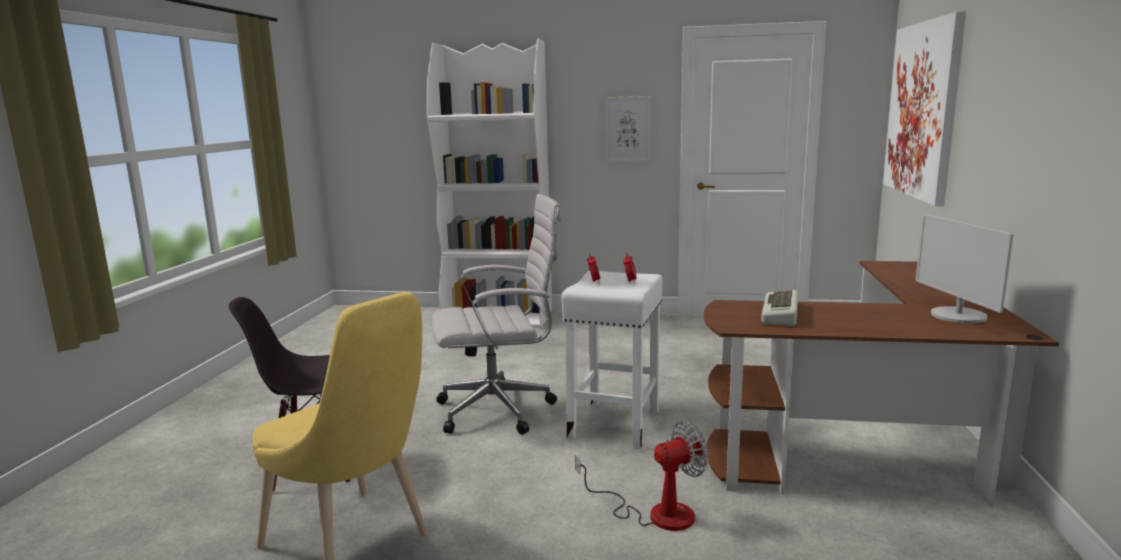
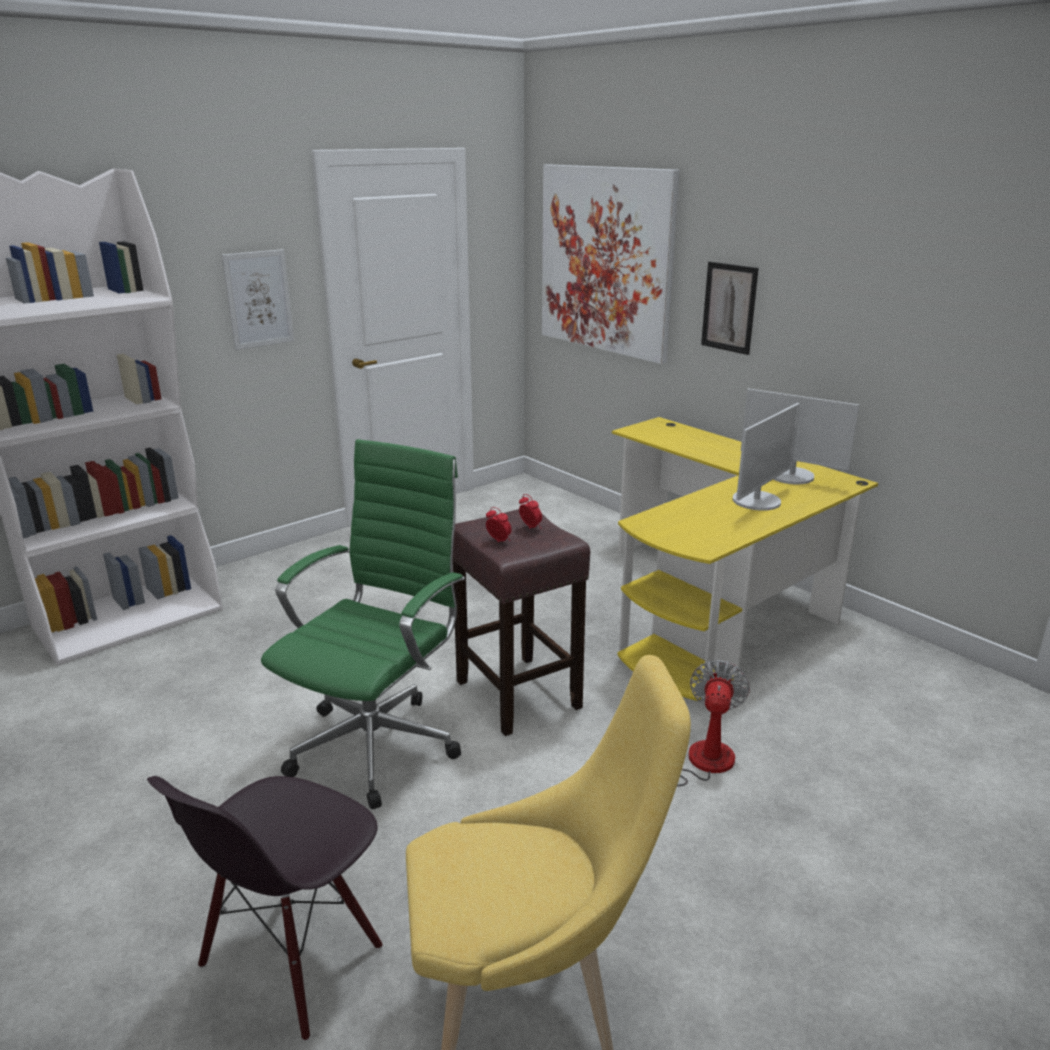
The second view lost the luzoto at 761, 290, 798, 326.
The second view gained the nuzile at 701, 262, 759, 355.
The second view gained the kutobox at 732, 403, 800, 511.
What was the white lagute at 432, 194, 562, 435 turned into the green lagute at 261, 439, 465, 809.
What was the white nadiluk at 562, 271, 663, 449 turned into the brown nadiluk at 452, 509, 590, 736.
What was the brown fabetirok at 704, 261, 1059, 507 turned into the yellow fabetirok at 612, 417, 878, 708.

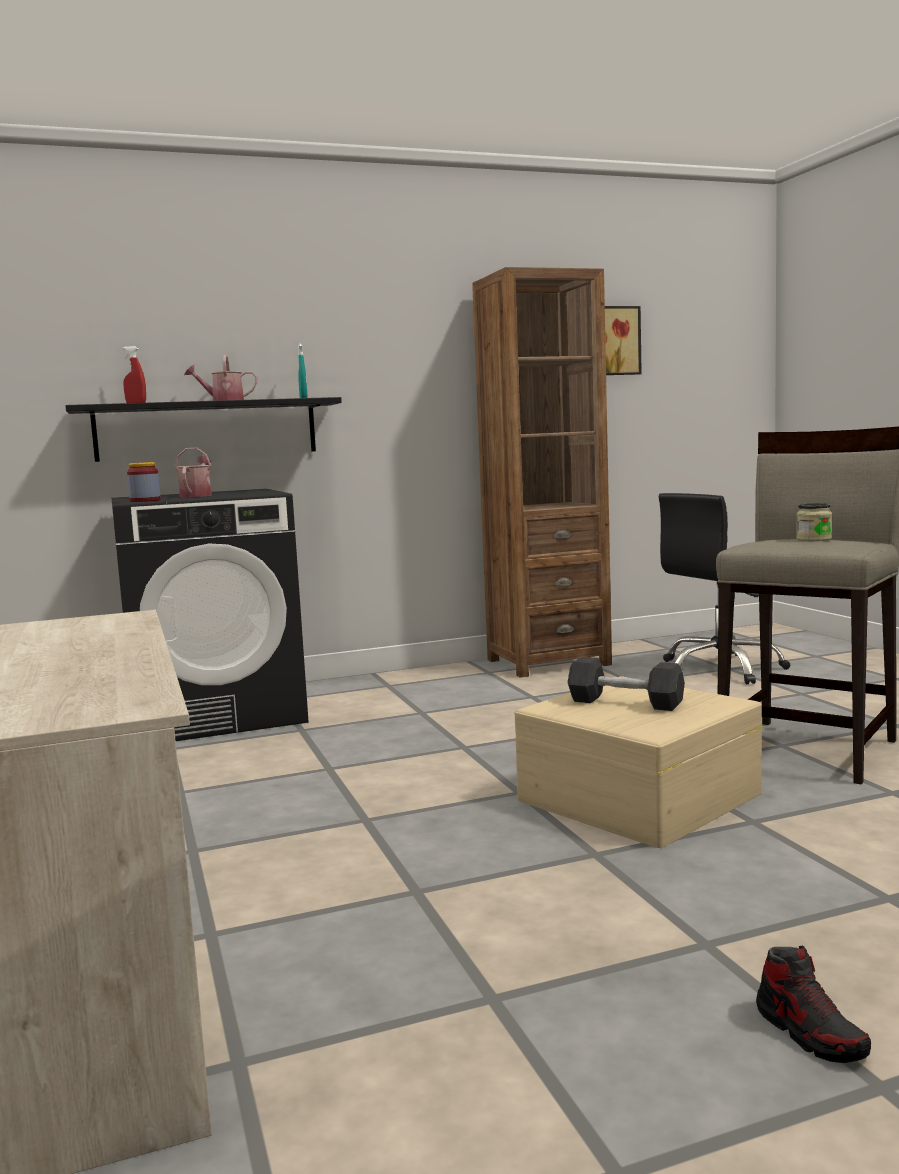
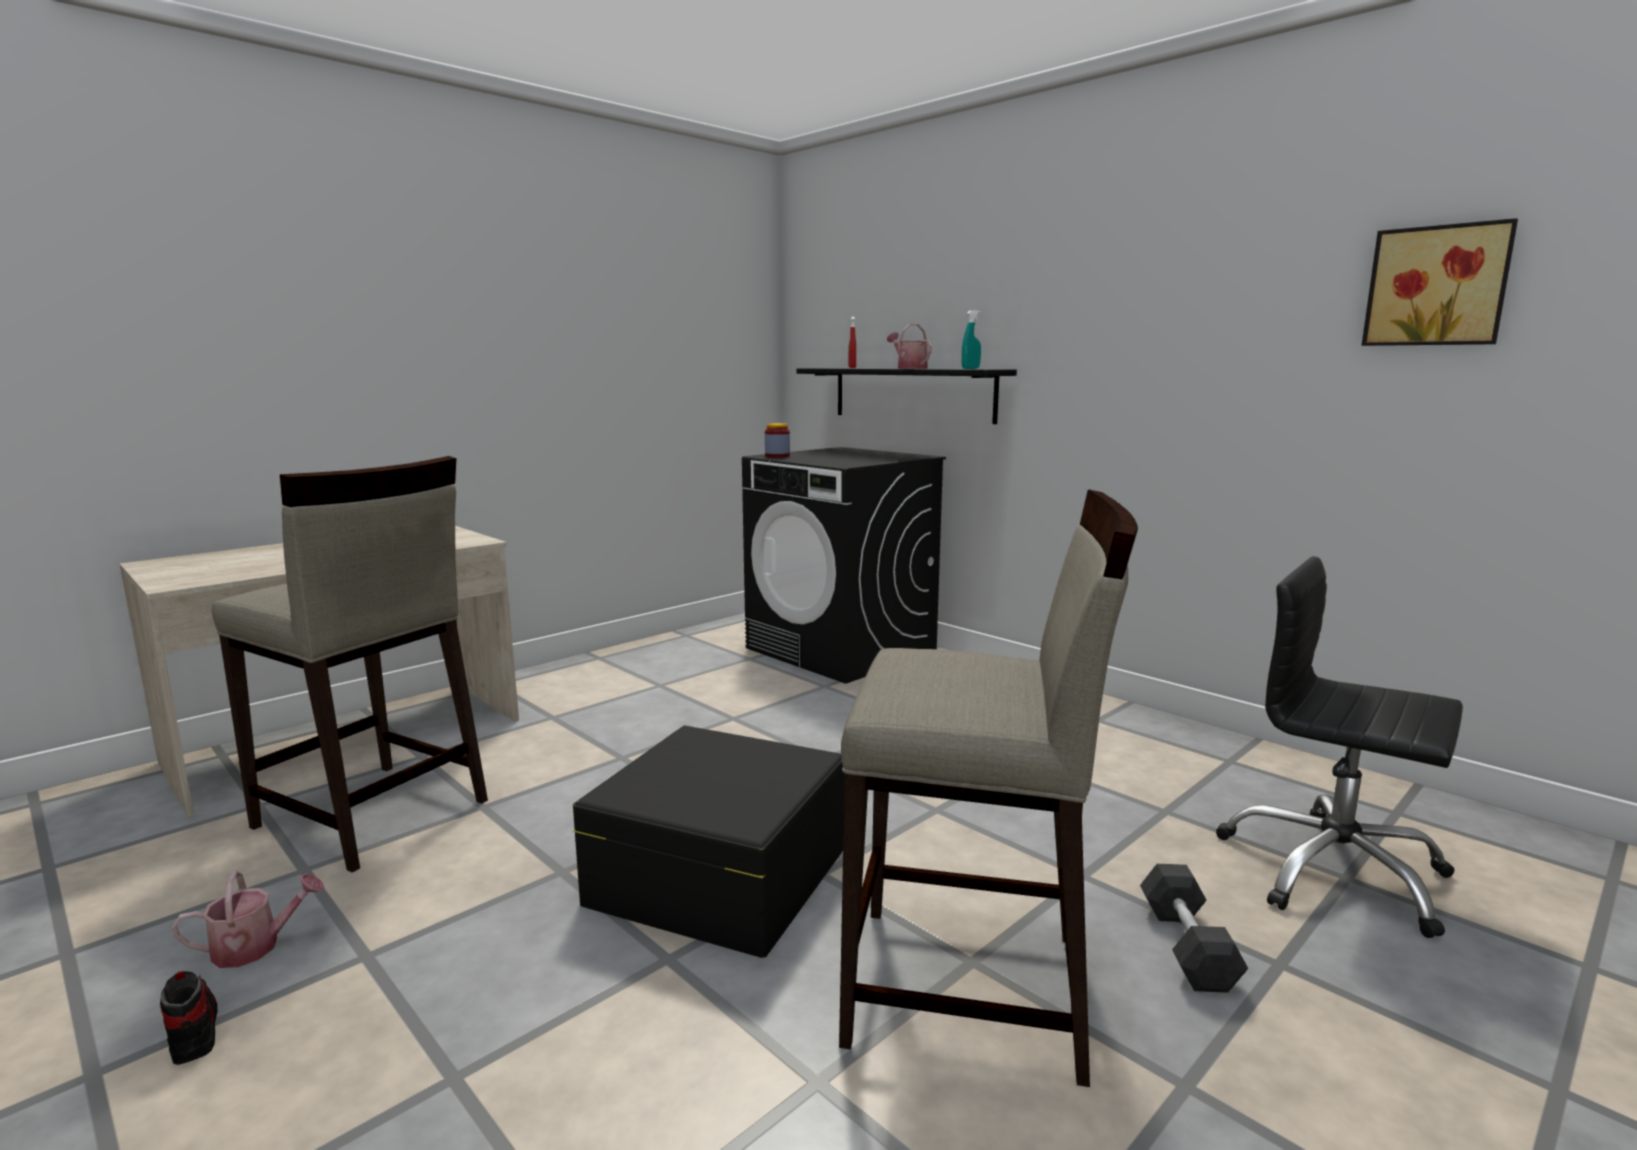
The second view lost the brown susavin at 472, 267, 612, 678.
The second view lost the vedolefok at 796, 503, 832, 541.
The second view gained the beige nadiluk at 212, 456, 488, 873.
The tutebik ended up elsewhere, having gone from 175, 448, 212, 497 to 172, 871, 325, 968.
The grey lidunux ended up elsewhere, having gone from 568, 657, 685, 711 to 1140, 864, 1248, 993.
What was the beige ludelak at 515, 676, 764, 848 turned into the black ludelak at 573, 725, 845, 958.
The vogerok at 756, 946, 871, 1063 ended up facing another way, 105 degrees clockwise from before.

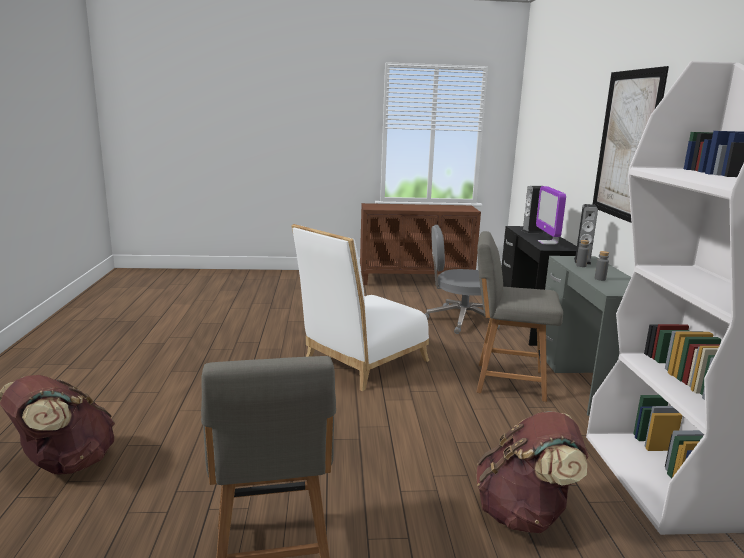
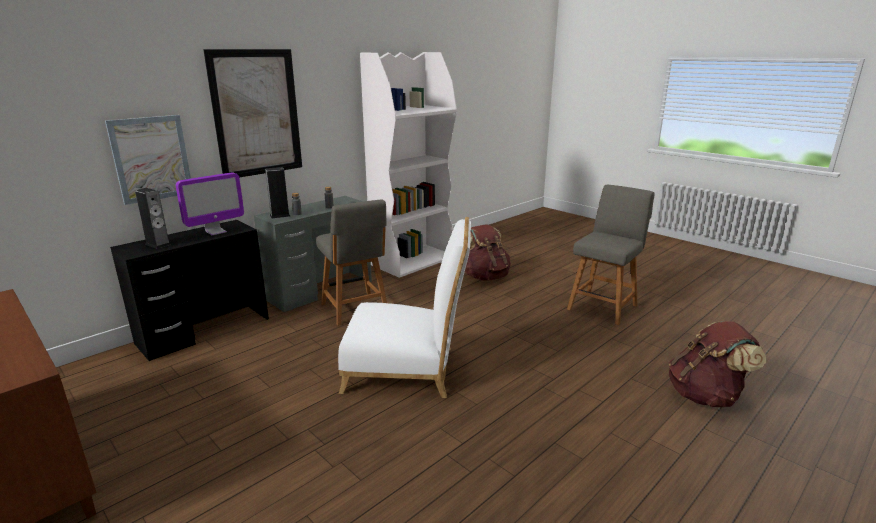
The second view lost the grey lagute at 425, 225, 500, 334.
The second view gained the nuzile at 105, 115, 191, 205.

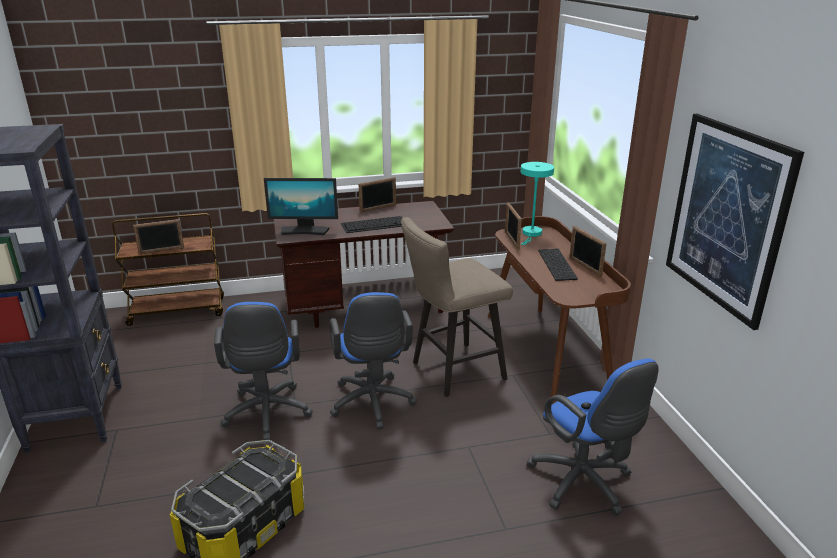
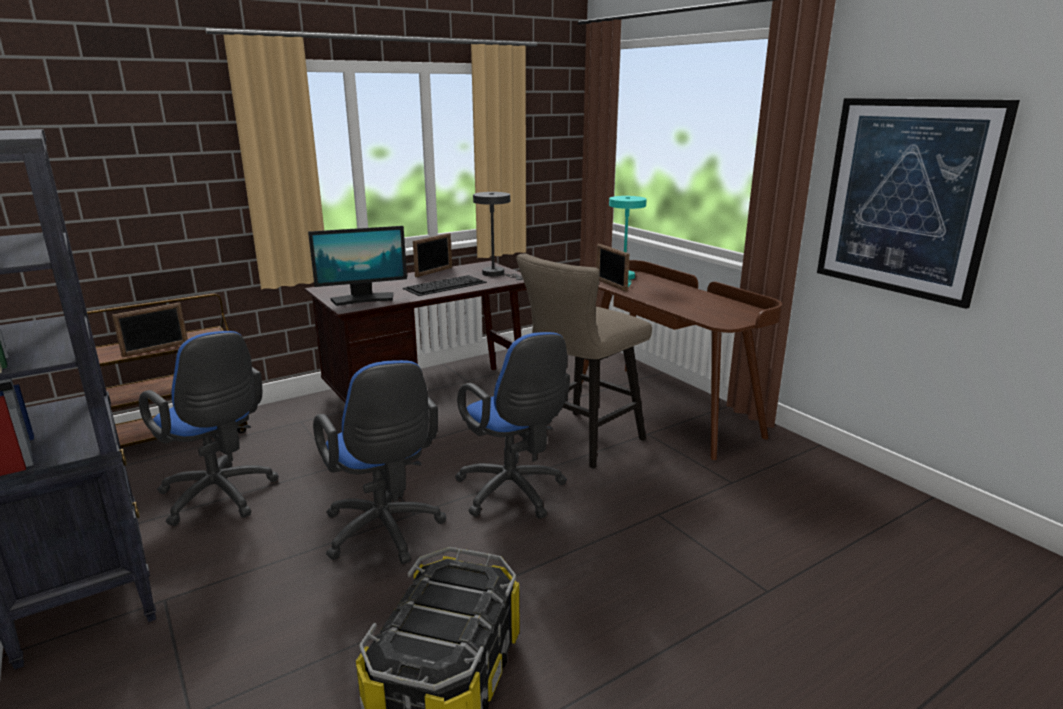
The second view lost the luzoto at 538, 248, 578, 281.
The second view lost the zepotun at 569, 226, 607, 277.
The second view gained the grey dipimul at 473, 192, 523, 280.
The blue lagute ended up elsewhere, having gone from 526, 359, 659, 516 to 139, 331, 279, 526.

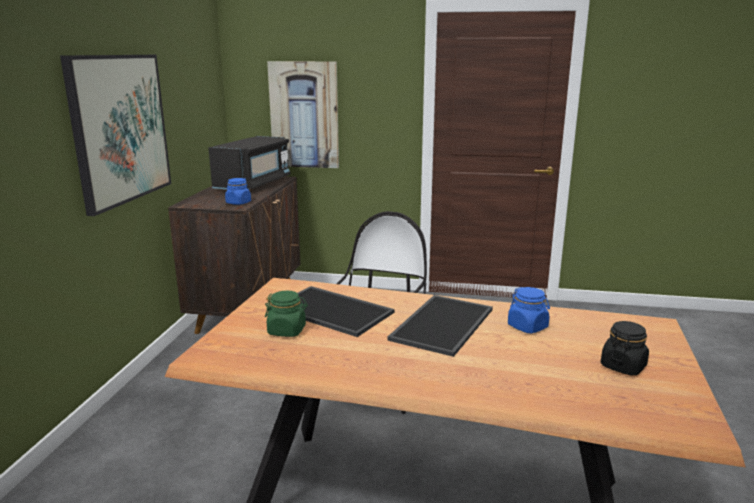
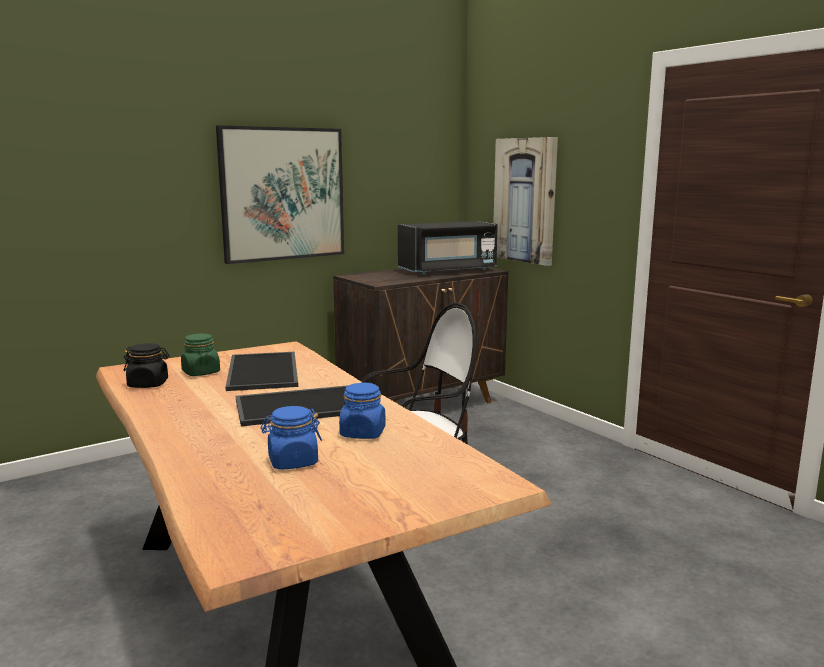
The blue vedolefok ended up elsewhere, having gone from 225, 178, 251, 205 to 260, 406, 322, 470.
The black vedolefok ended up elsewhere, having gone from 601, 321, 649, 376 to 124, 343, 169, 388.

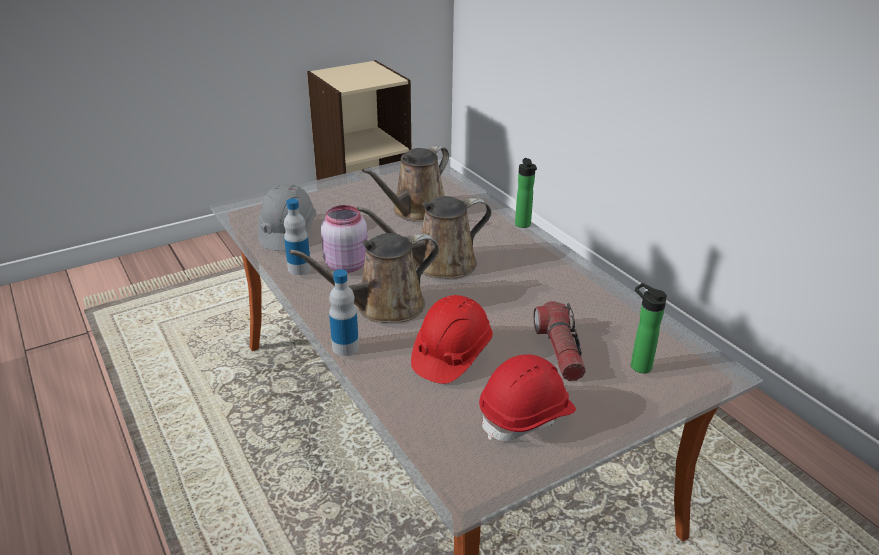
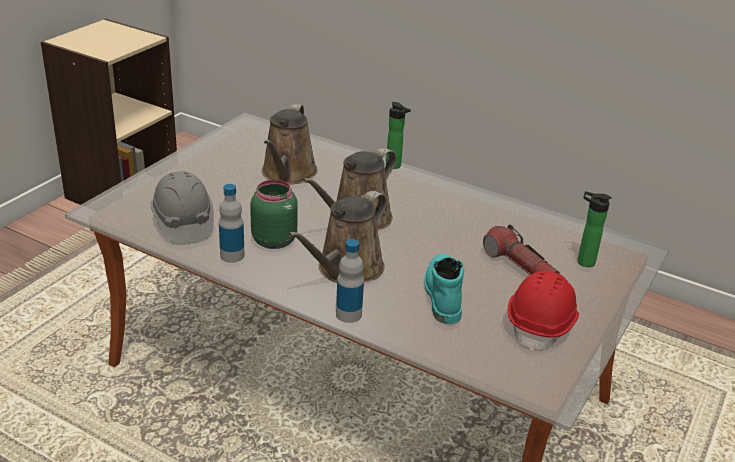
Where the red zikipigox stood at 411, 295, 493, 384, the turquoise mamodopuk came to stand at 424, 253, 464, 324.
What was the pink vedolefok at 321, 205, 368, 273 turned into the green vedolefok at 250, 180, 298, 249.

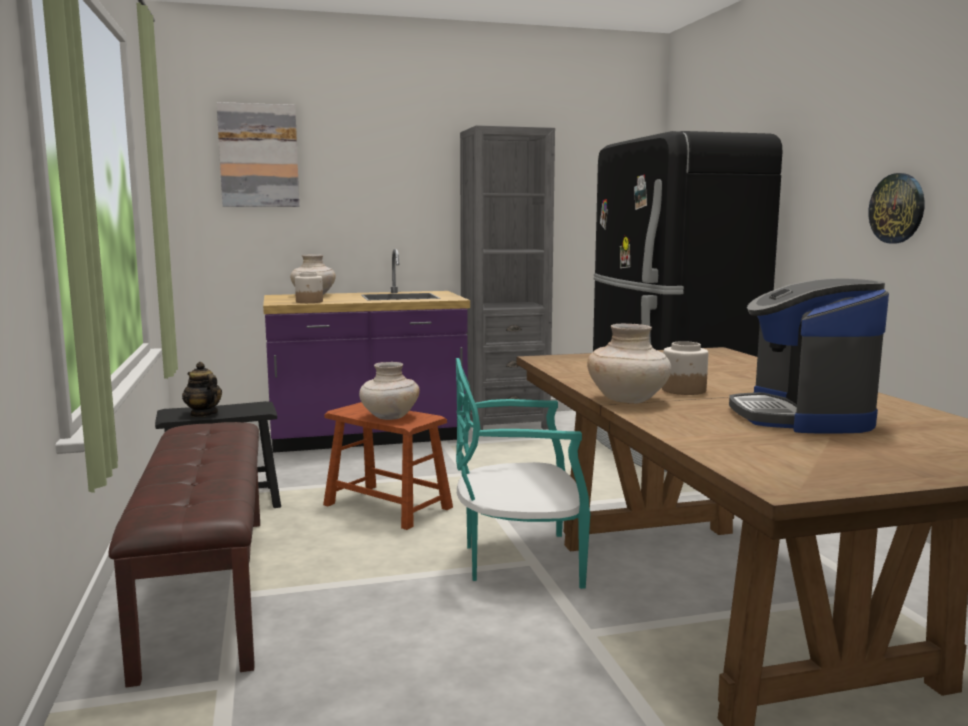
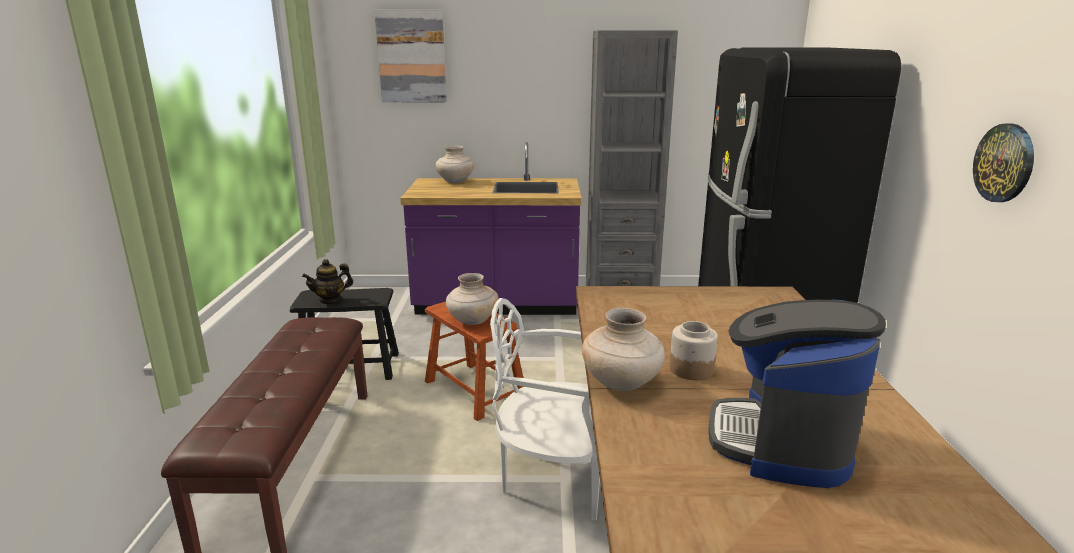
The second view lost the vedolefok at 295, 272, 323, 303.
What was the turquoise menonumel at 456, 358, 590, 589 turned into the white menonumel at 490, 298, 600, 520.
The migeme at 182, 362, 222, 417 ended up facing another way, 90 degrees counterclockwise from before.

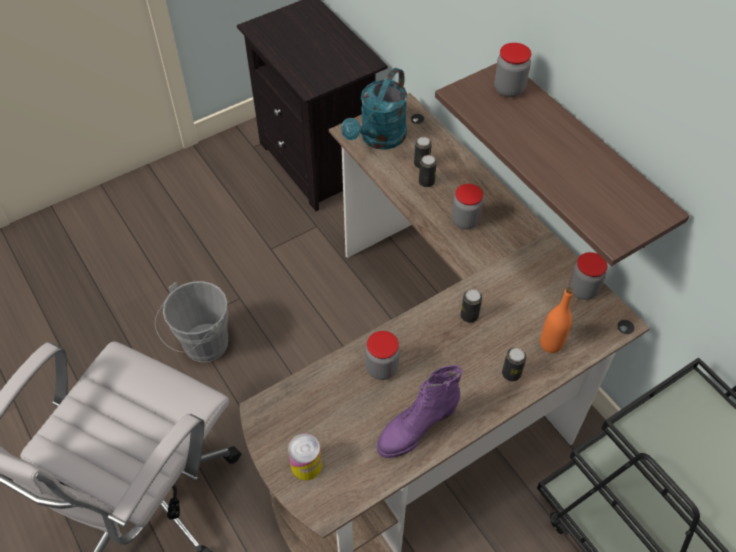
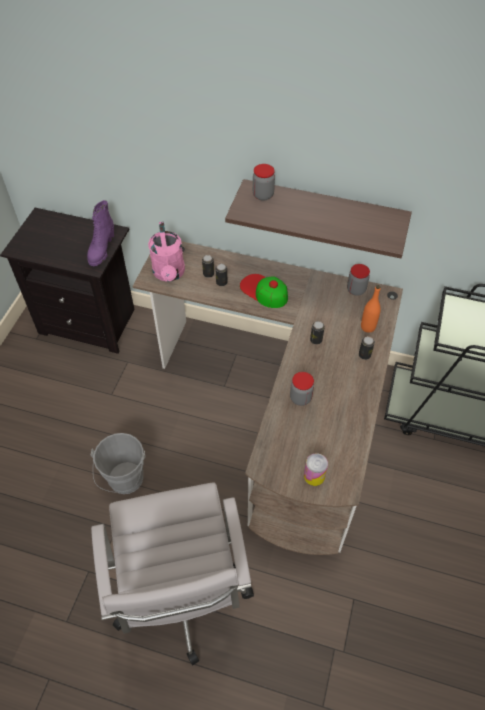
The purple mamodopuk ended up elsewhere, having gone from 377, 365, 463, 458 to 87, 200, 114, 266.
Where the vedolefok stood at 452, 184, 483, 229, the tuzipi came to stand at 240, 274, 288, 308.
What was the turquoise tutebik at 341, 68, 407, 150 turned into the pink tutebik at 148, 222, 185, 282.

